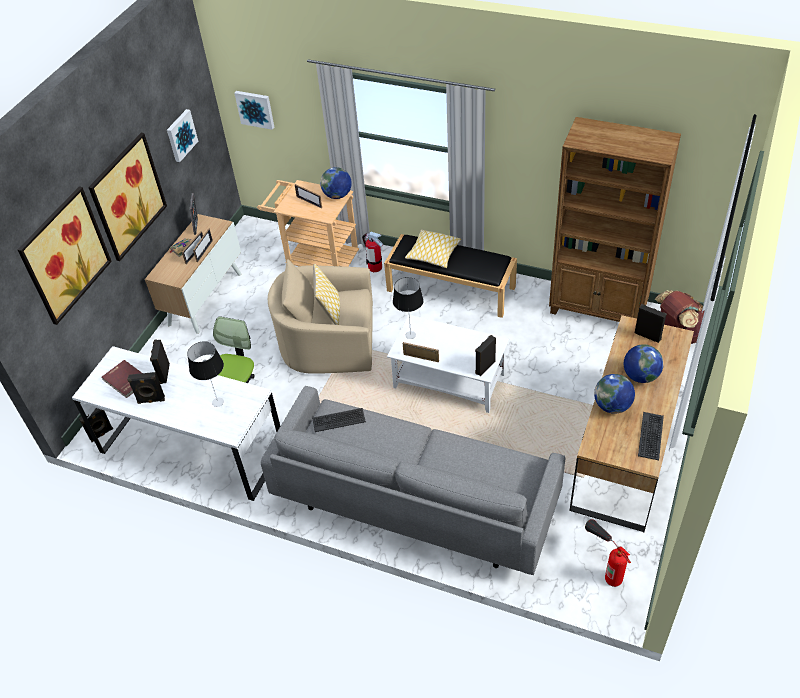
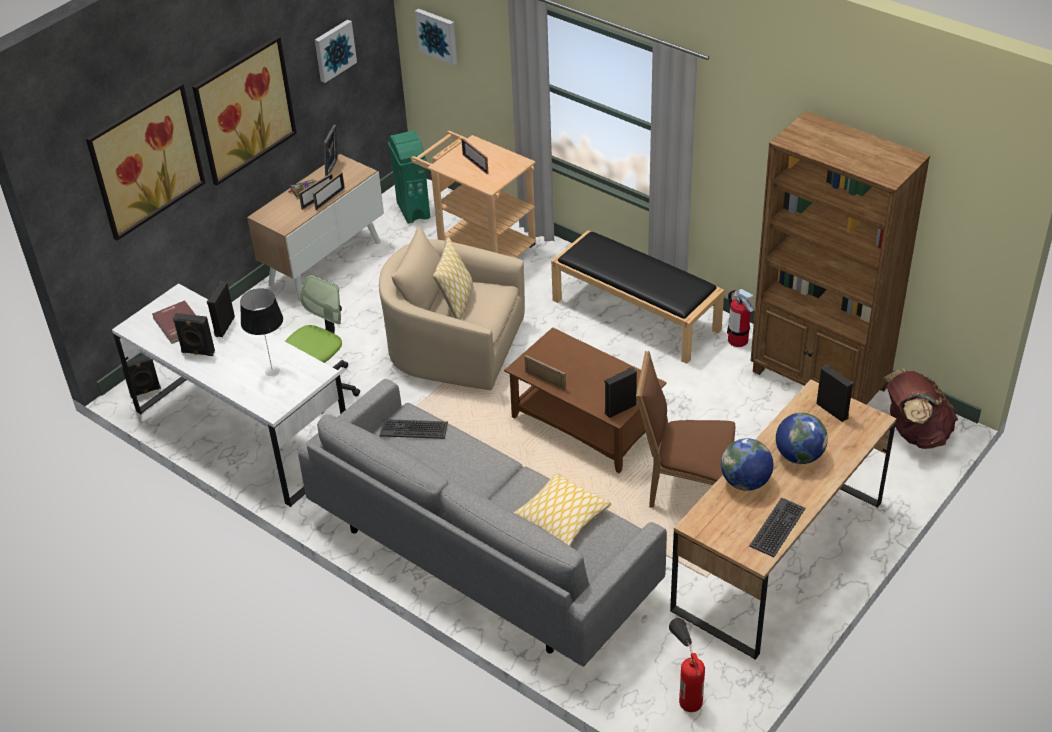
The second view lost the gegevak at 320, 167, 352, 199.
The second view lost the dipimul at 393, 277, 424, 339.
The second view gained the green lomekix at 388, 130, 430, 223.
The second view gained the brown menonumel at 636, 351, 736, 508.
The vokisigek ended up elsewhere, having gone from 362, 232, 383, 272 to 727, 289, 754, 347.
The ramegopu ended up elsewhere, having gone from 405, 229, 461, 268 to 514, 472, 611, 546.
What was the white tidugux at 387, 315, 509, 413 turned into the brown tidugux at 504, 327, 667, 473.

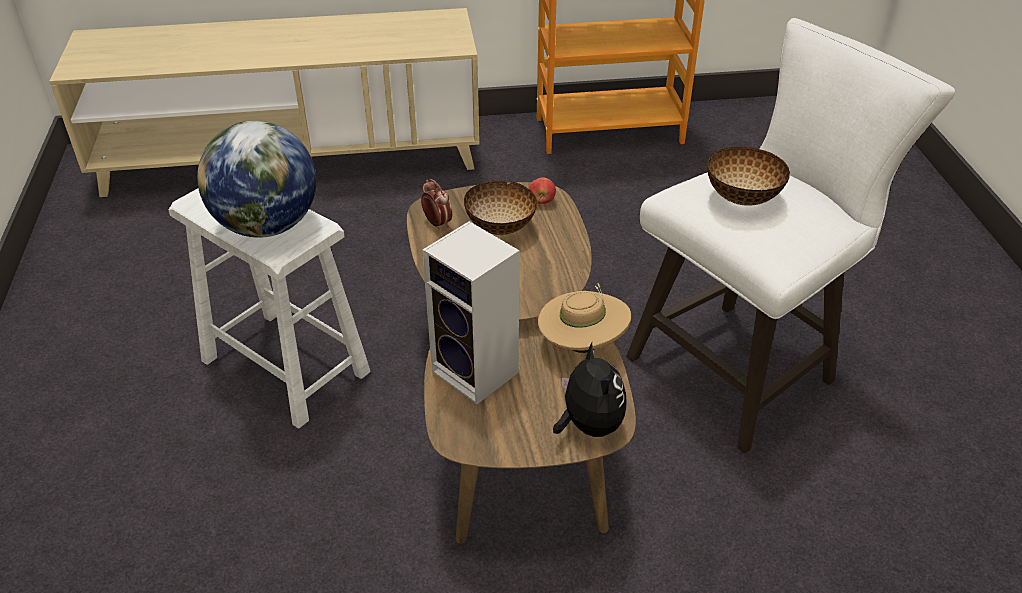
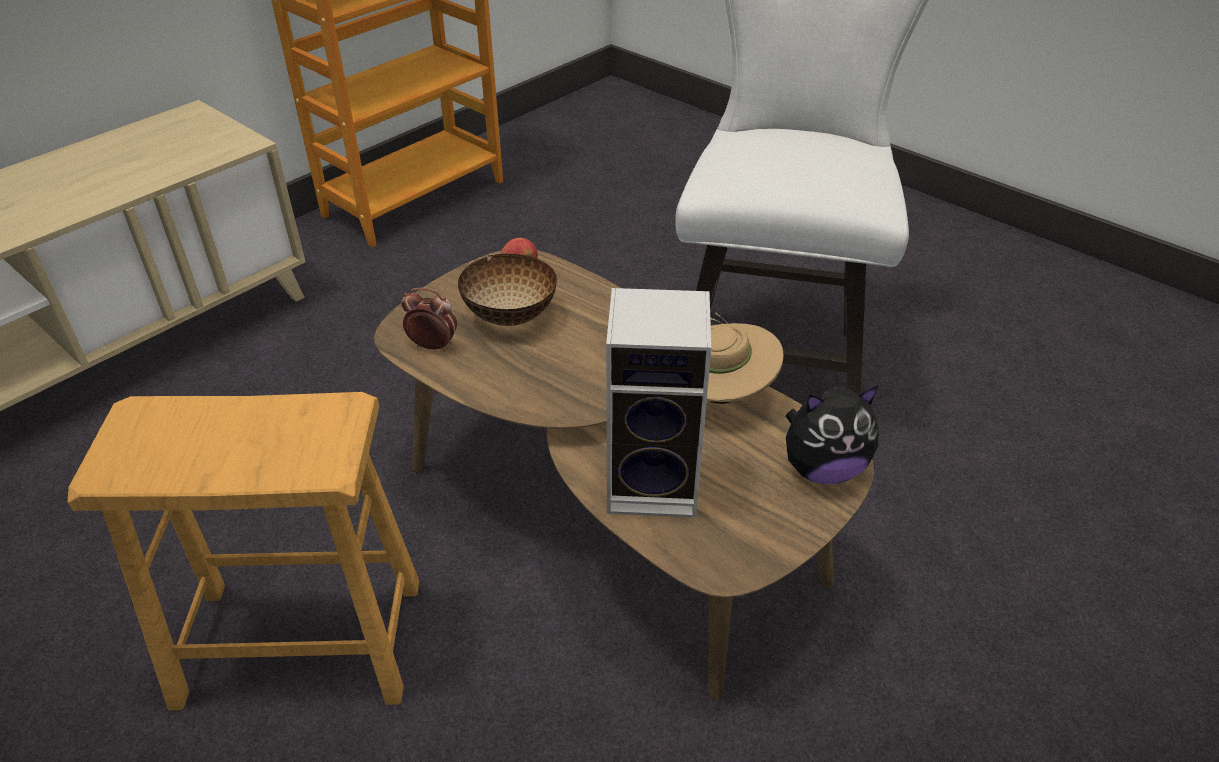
The second view lost the gegevak at 197, 121, 316, 238.
The second view lost the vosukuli at 707, 147, 790, 206.
What was the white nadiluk at 169, 188, 370, 428 turned into the brown nadiluk at 67, 392, 419, 710.
The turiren at 553, 343, 627, 437 ended up facing another way, 135 degrees clockwise from before.

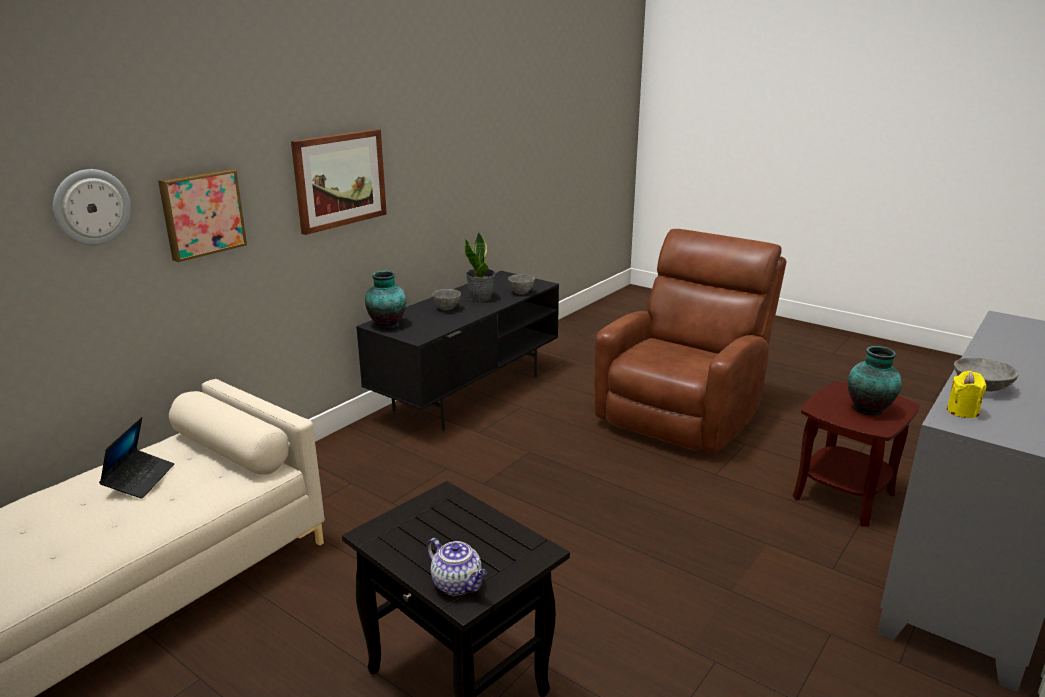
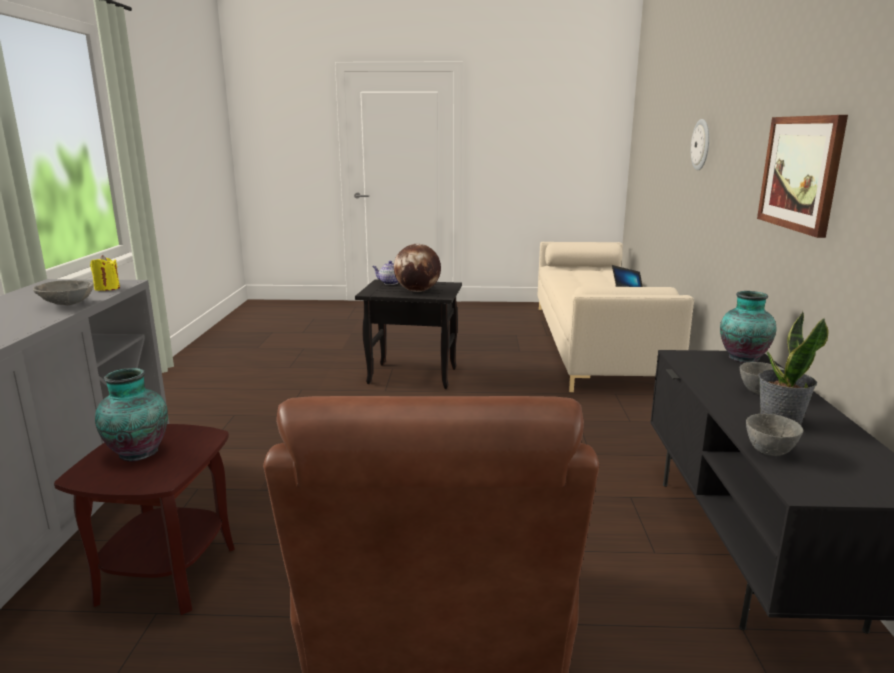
The second view lost the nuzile at 158, 169, 247, 262.
The second view gained the gegevak at 394, 244, 441, 292.

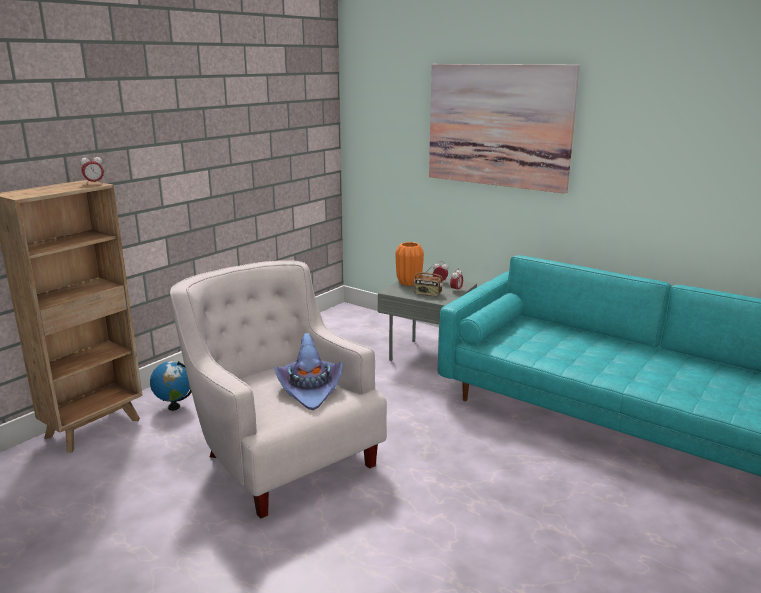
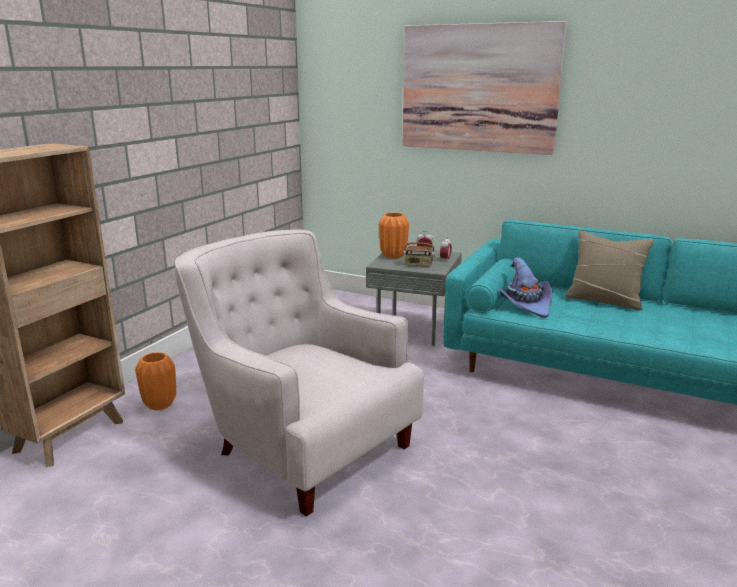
The second view lost the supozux at 80, 154, 104, 184.
The second view gained the beige ramegopu at 565, 230, 654, 310.
The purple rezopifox ended up elsewhere, having gone from 275, 333, 343, 410 to 499, 257, 552, 318.
Where the gegevak stood at 150, 361, 192, 411, the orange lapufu came to stand at 135, 352, 176, 411.

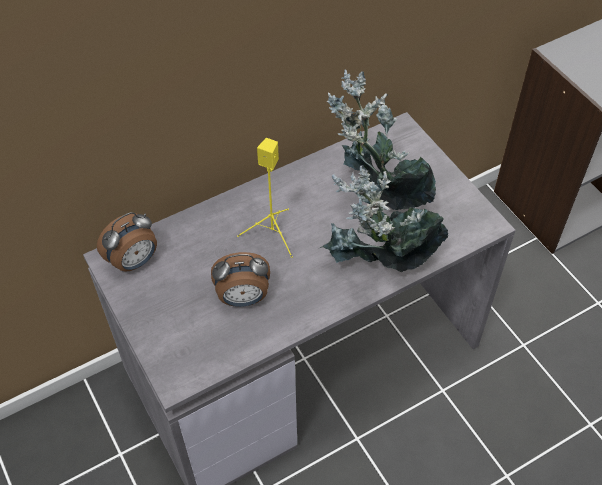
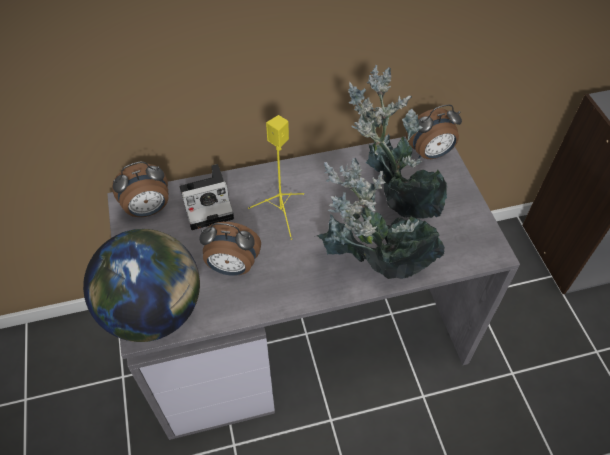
The second view gained the gegevak at 83, 229, 200, 342.
The second view gained the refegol at 180, 164, 234, 230.
The second view gained the supozux at 406, 104, 462, 159.

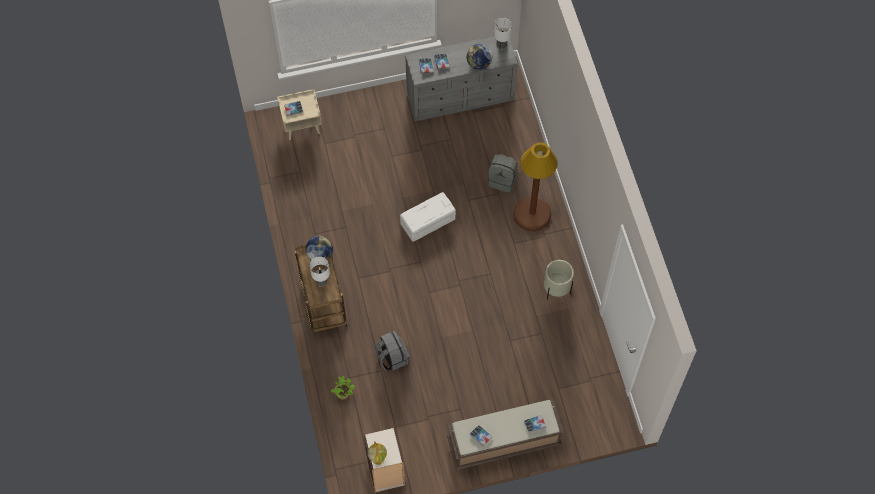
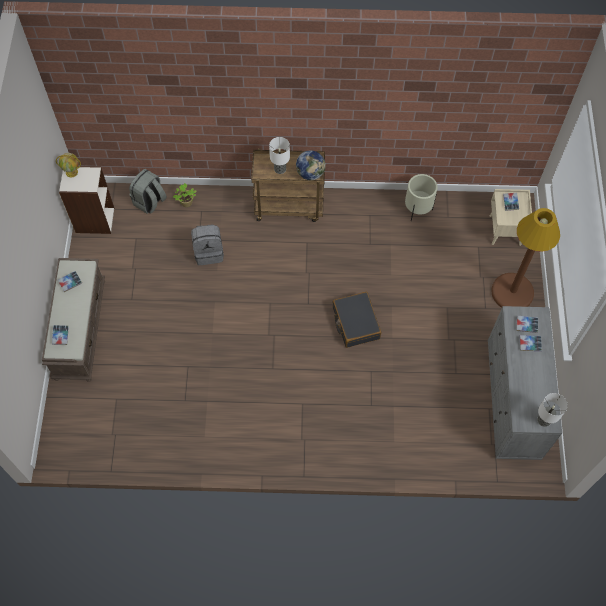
The second view lost the gegevak at 466, 44, 492, 70.
The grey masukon ended up elsewhere, having gone from 488, 154, 518, 193 to 129, 169, 167, 214.
The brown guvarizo ended up elsewhere, having gone from 513, 142, 558, 231 to 491, 208, 560, 308.
The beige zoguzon ended up elsewhere, having gone from 544, 260, 574, 300 to 405, 174, 438, 221.
Where the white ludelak stood at 400, 192, 456, 242, the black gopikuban came to stand at 333, 292, 382, 348.

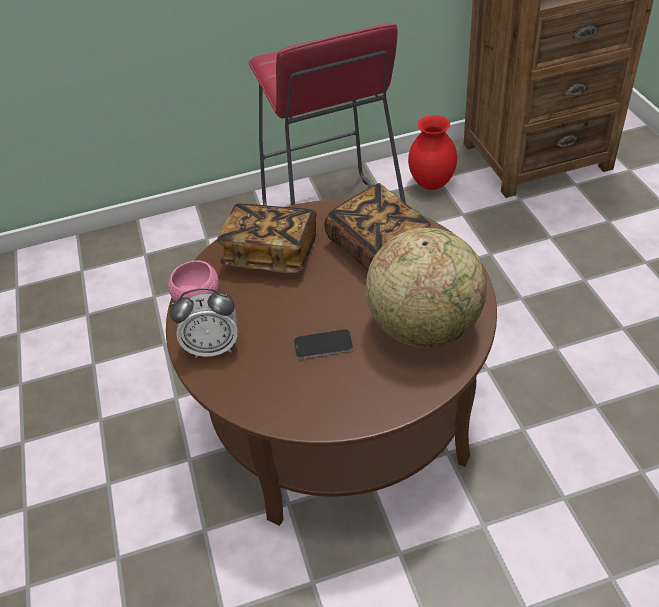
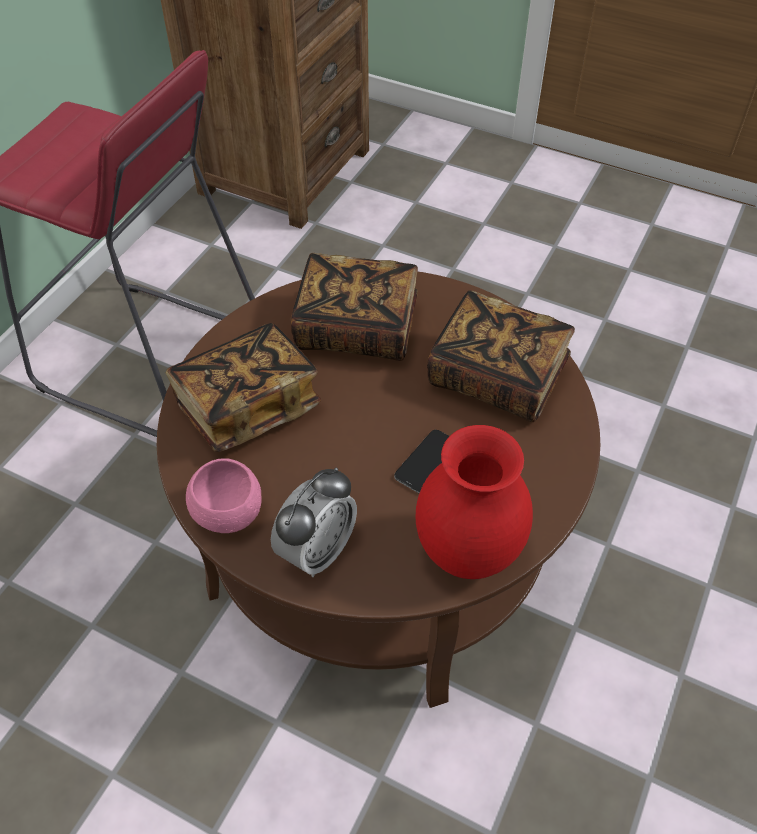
The red lapufu ended up elsewhere, having gone from 408, 115, 457, 190 to 416, 425, 533, 579.
Where the gegevak stood at 366, 228, 487, 348, the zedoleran came to stand at 427, 290, 575, 422.

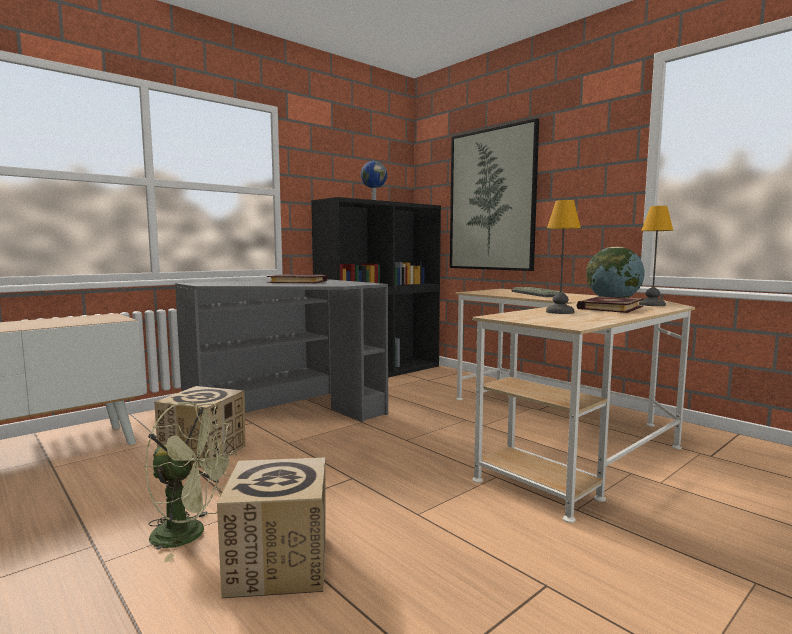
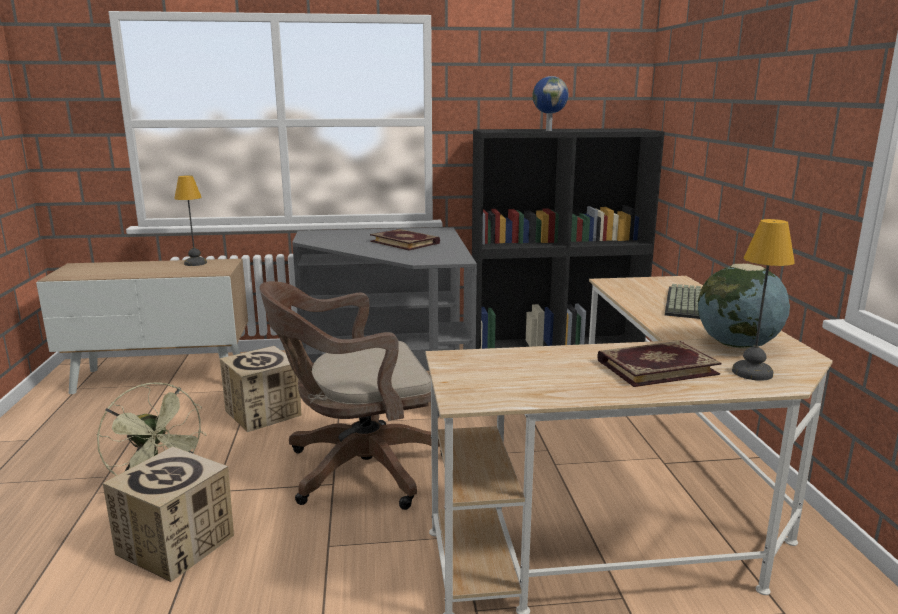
The second view lost the nuzile at 450, 118, 539, 271.
The second view gained the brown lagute at 259, 281, 442, 510.
The dipimul ended up elsewhere, having gone from 546, 200, 581, 314 to 174, 175, 207, 266.

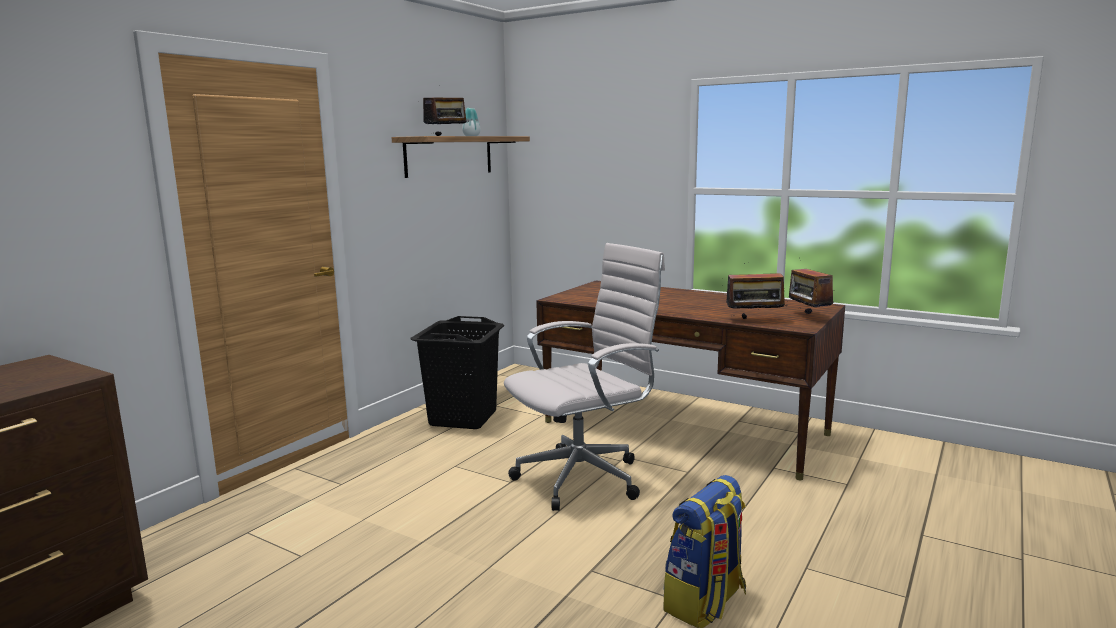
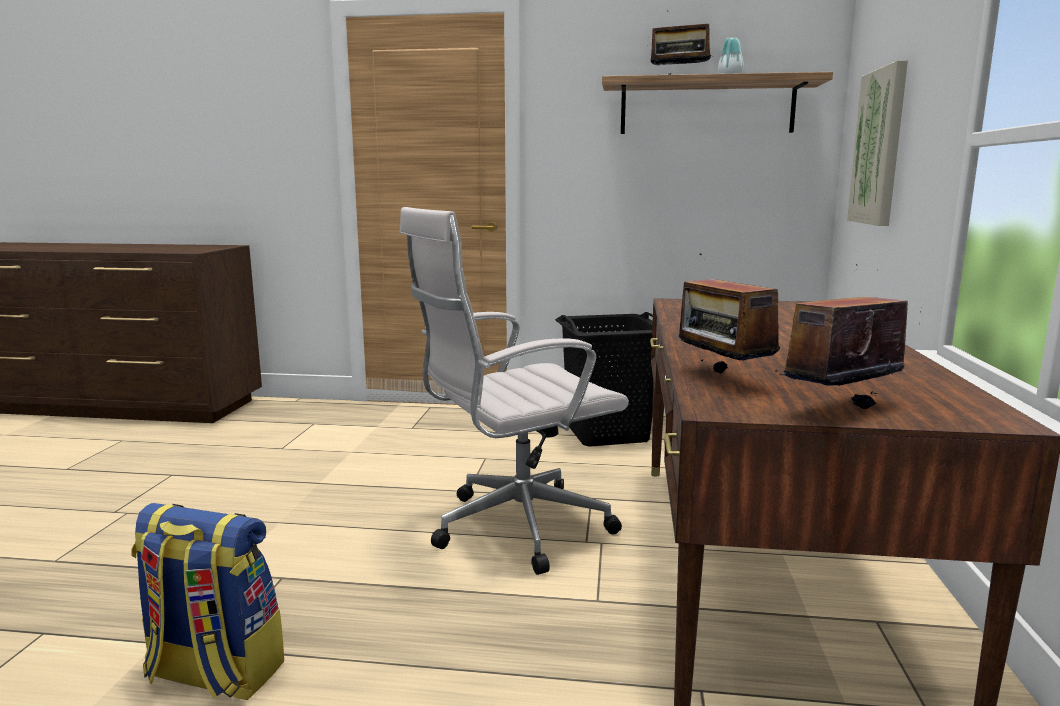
The second view gained the nuzile at 847, 60, 908, 226.
The white lagute at 504, 243, 665, 511 ended up facing another way, 120 degrees clockwise from before.

